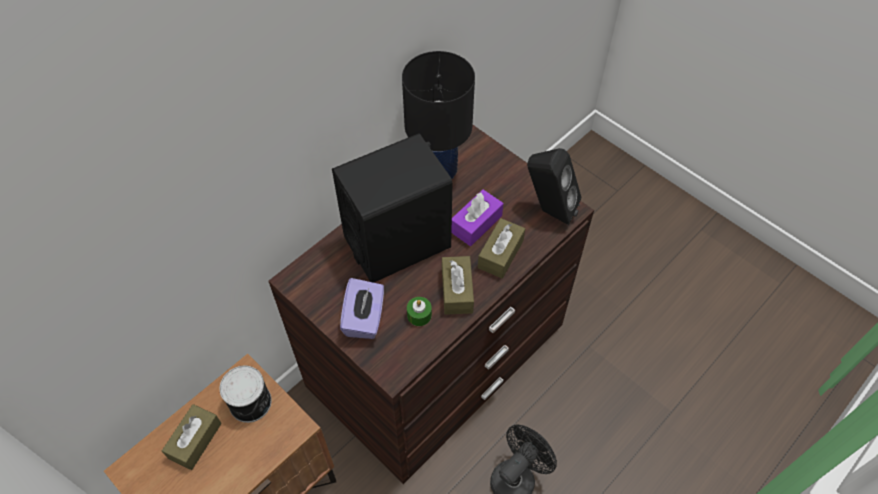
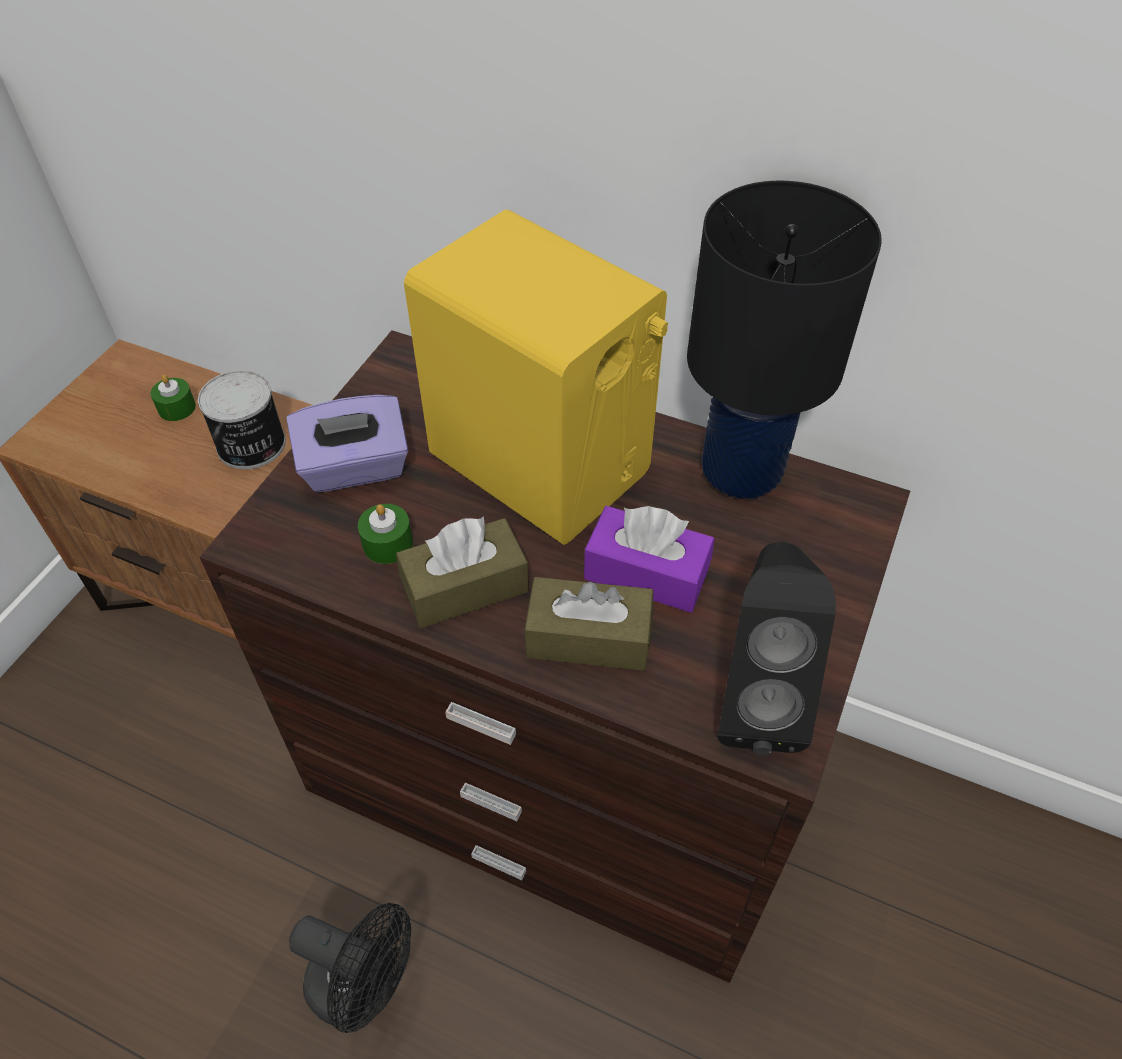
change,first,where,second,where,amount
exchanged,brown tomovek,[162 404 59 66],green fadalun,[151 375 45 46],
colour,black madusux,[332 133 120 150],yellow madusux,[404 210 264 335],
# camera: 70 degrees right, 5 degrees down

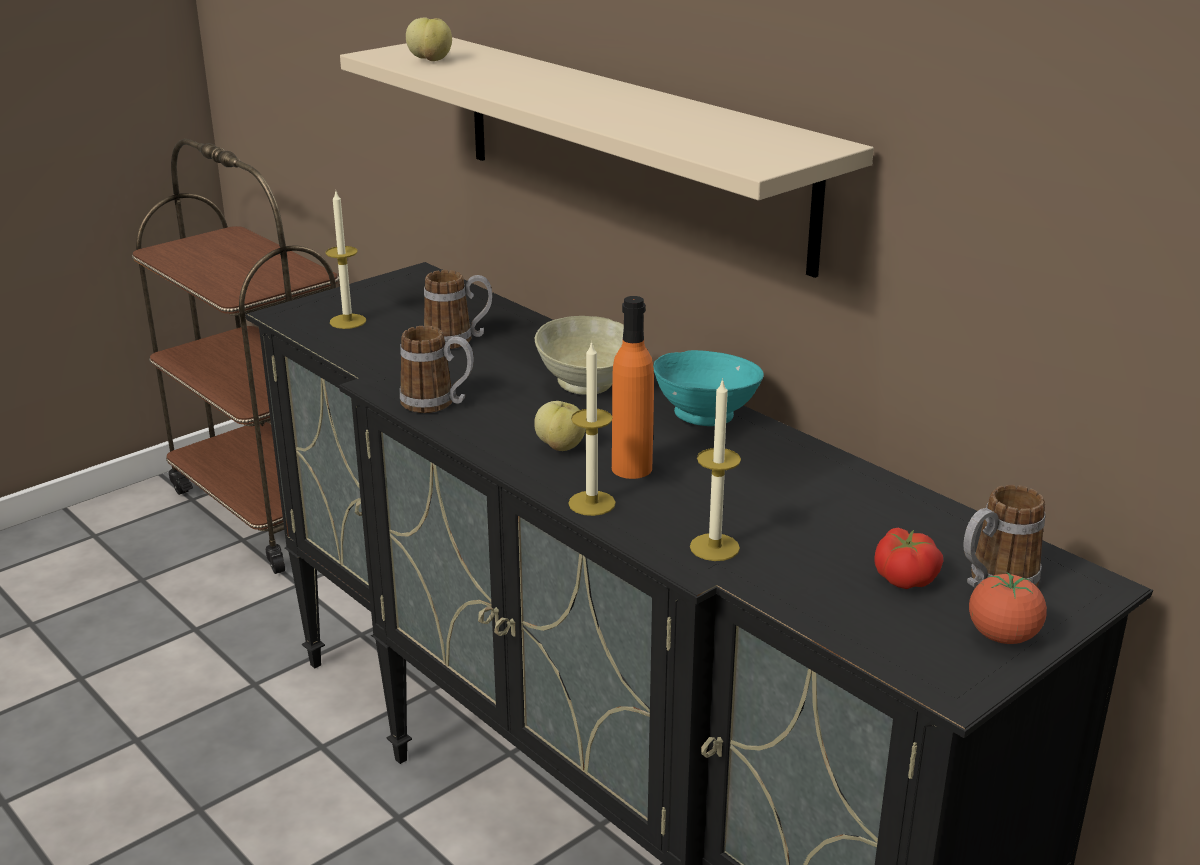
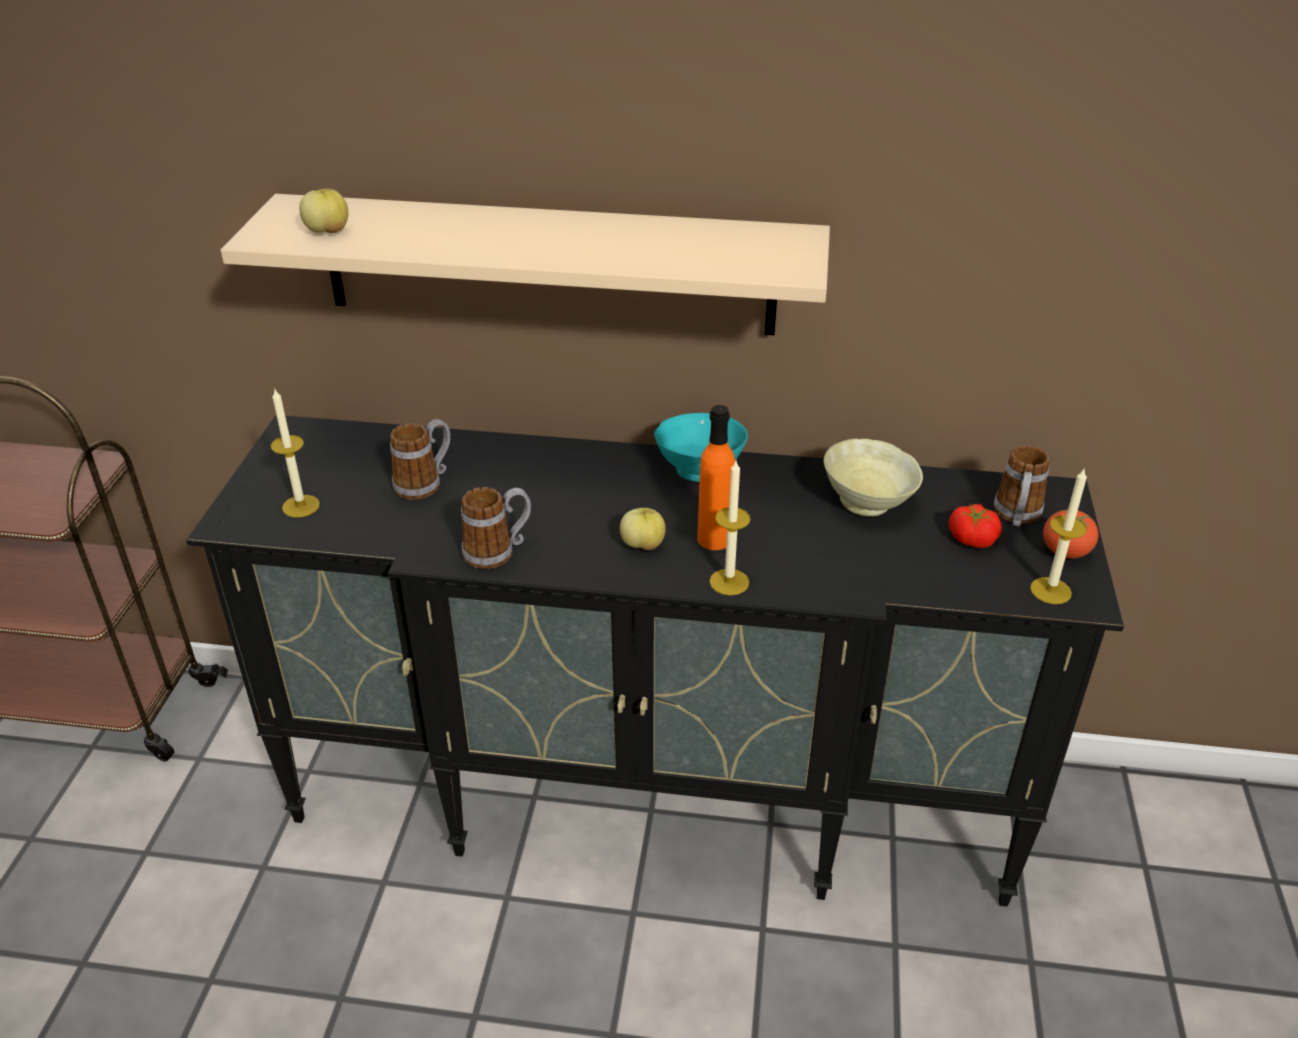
change,first,where,second,where,amount
relocated,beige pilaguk,[535 316 89 79],,[823 439 100 78],
relocated,fadalun,[690 378 51 183],,[1030 467 57 137],
# camera: 40 degrees left, 10 degrees up

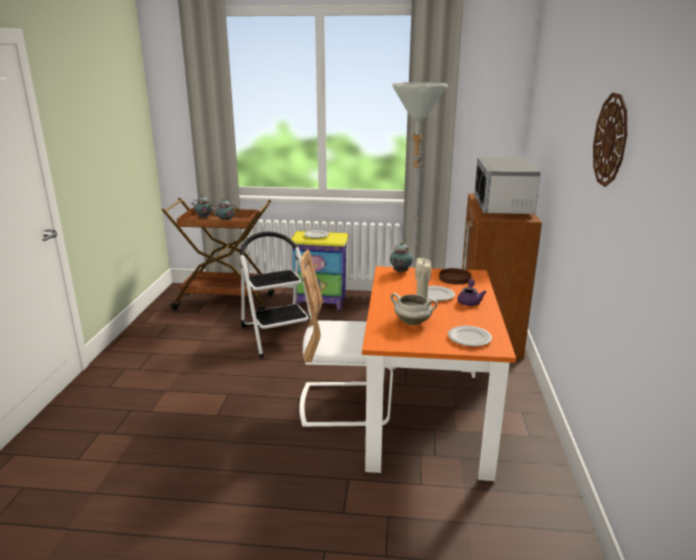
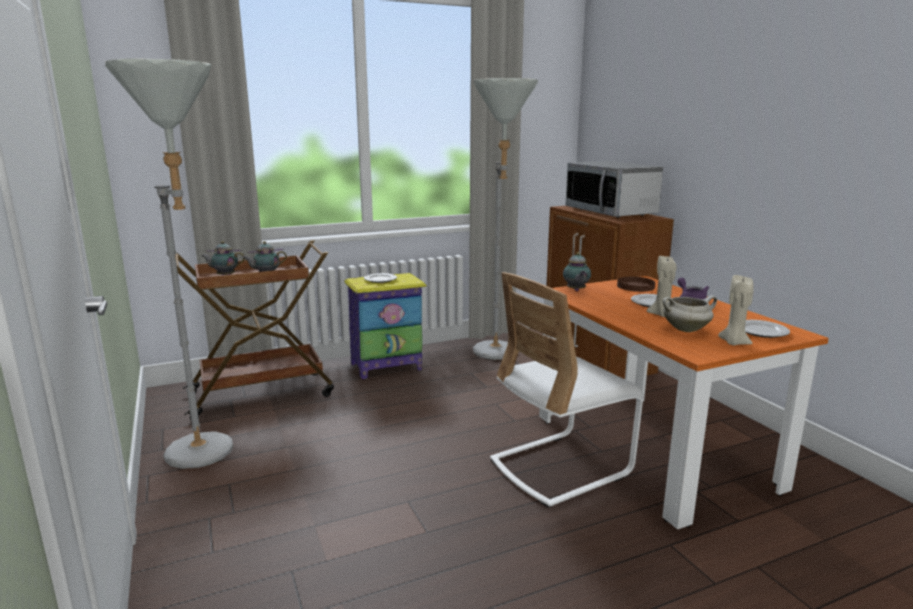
change,first,where,second,where,amount
appeared,,,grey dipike,[105 58 128 411],
appeared,,,beige fadalun,[718 275 35 70],
missing,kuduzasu,[240 232 71 126],,,
missing,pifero,[593 93 34 94],,,
# camera: 30 degrees left, 5 degrees down

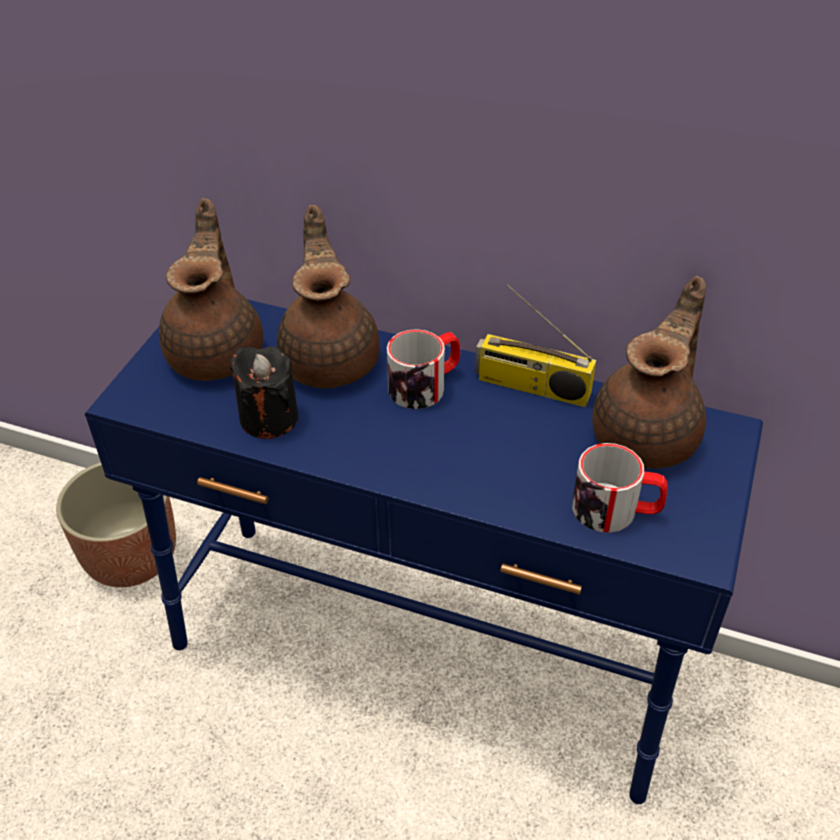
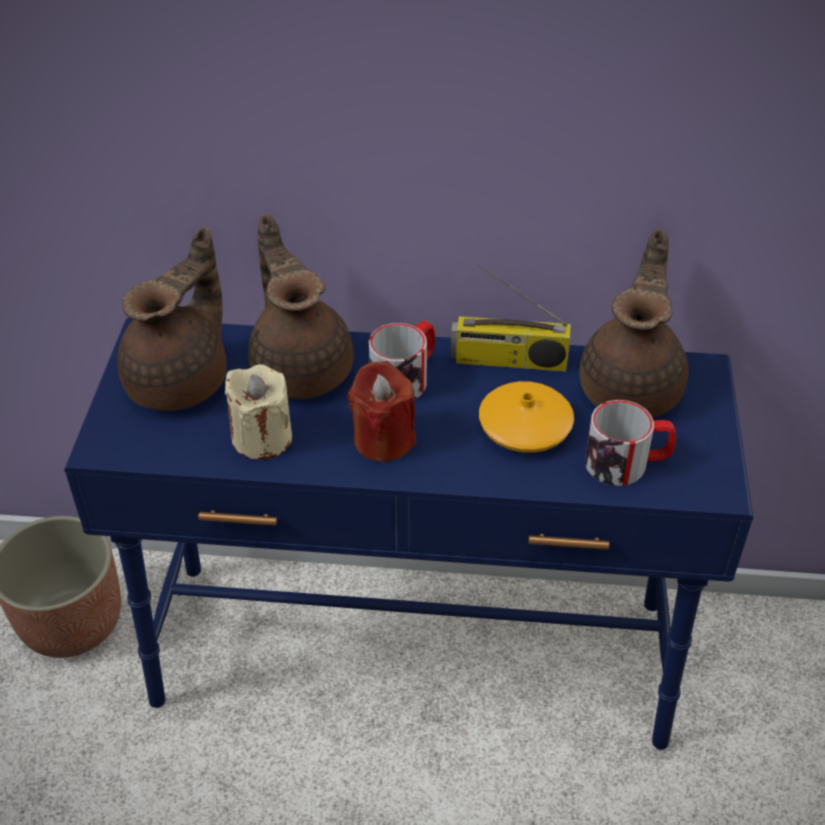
change,first,where,second,where,amount
spun,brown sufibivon,[159 198 104 183],,[117 227 110 184],45 degrees clockwise
colour,black fadalun,[230 346 68 93],beige fadalun,[225 364 67 96],
appeared,,,red fadalun,[348 361 68 101],
appeared,,,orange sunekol,[479 381 95 72],
# camera: 15 degrees left, 0 degrees up

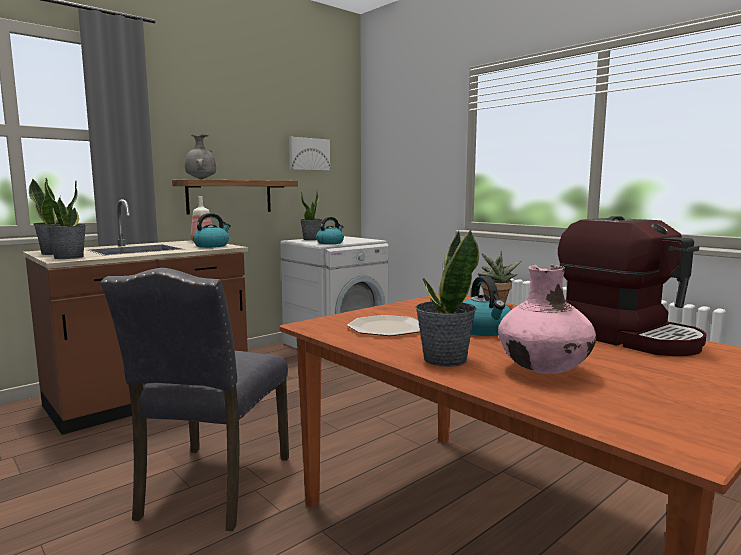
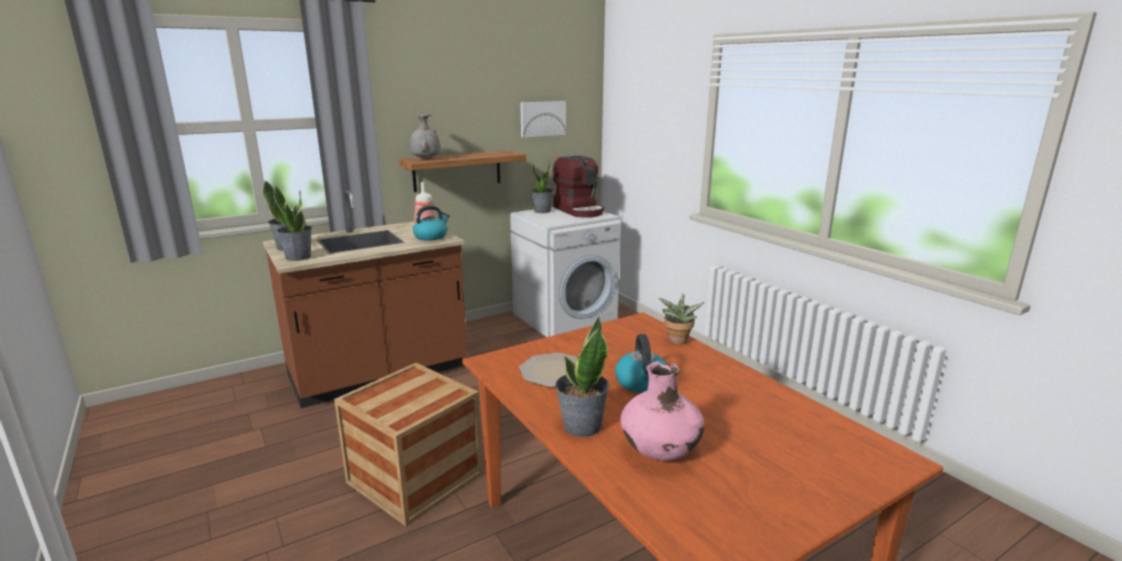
change,first,where,second,where,amount
exchanged,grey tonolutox,[100 268 189 263],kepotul,[334 363 149 163],
relocated,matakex,[558 216 148 140],,[553 156 51 61],
missing,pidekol,[316 217 28 27],,,
# camera: 10 degrees right, 10 degrees up

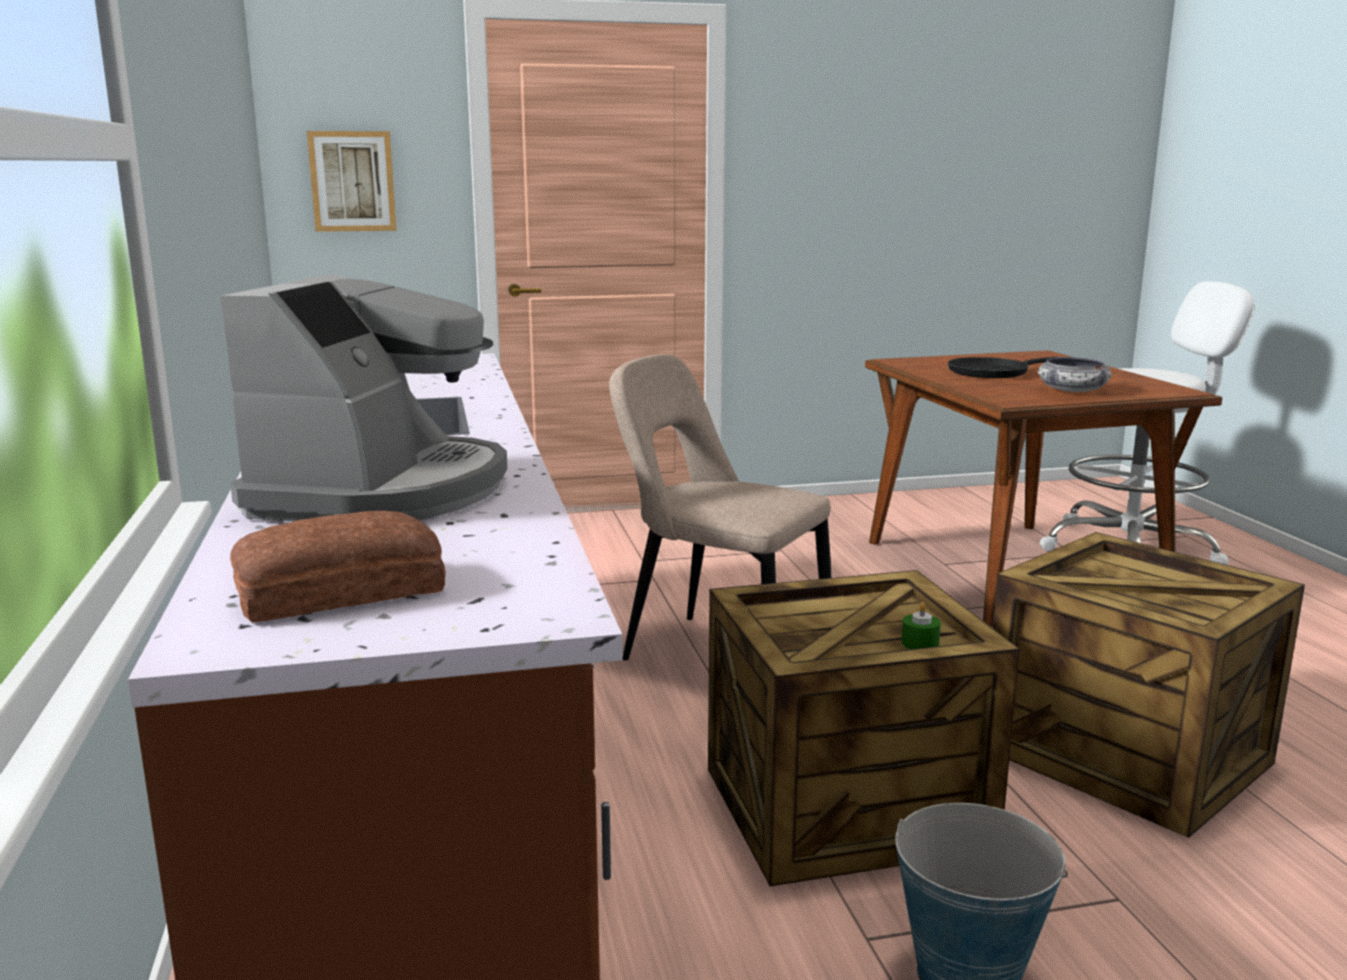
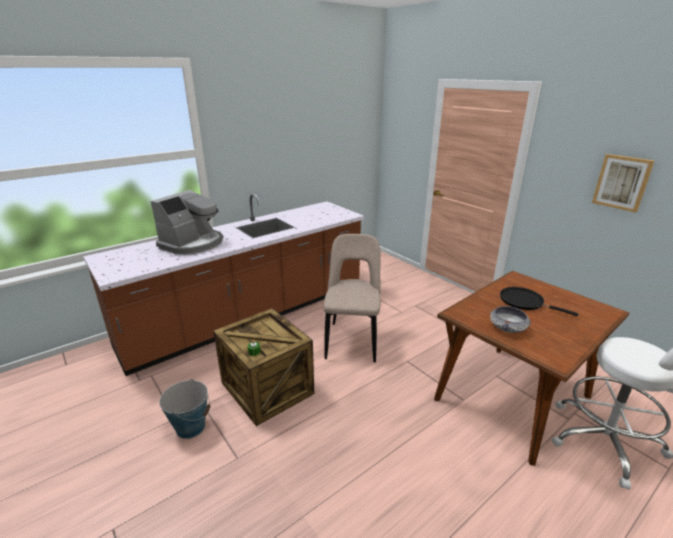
change,first,where,second,where,amount
spun,matakex,[220 274 287 248],,[151 190 72 65],45 degrees counterclockwise
relocated,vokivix,[307 131 90 101],,[592 154 62 59],
missing,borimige,[230 511 216 112],,,
missing,kepotul,[993 532 312 306],,,
# camera: 65 degrees right, 10 degrees up

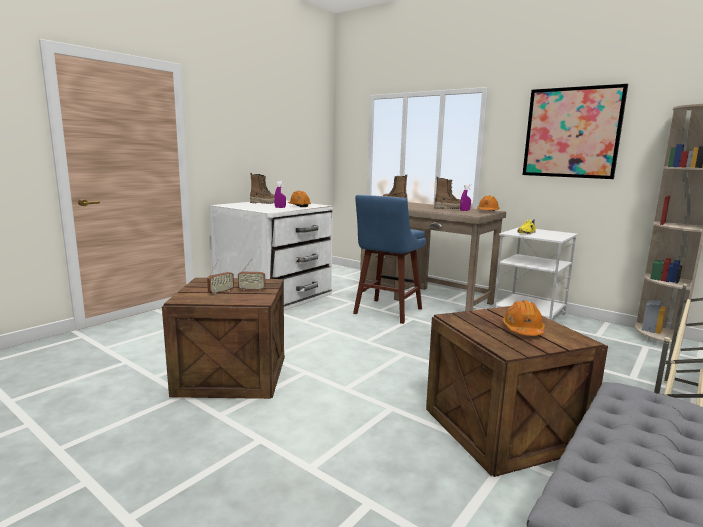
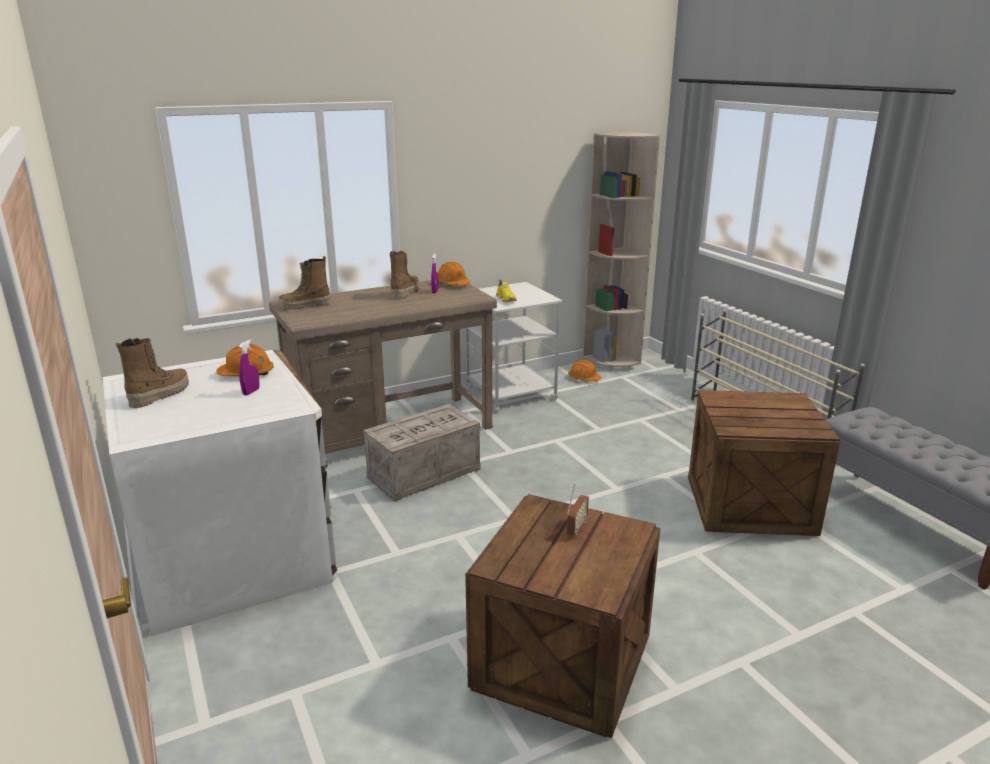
change,first,where,second,where,amount
exchanged,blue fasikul,[353 195 73 129],kepotul,[363 404 118 98],
relocated,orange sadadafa,[503 300 42 36],,[568 360 34 21],
missing,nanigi,[207 260 27 35],,,
missing,vokivix,[522 84 106 95],,,
# camera: 65 degrees left, 10 degrees up

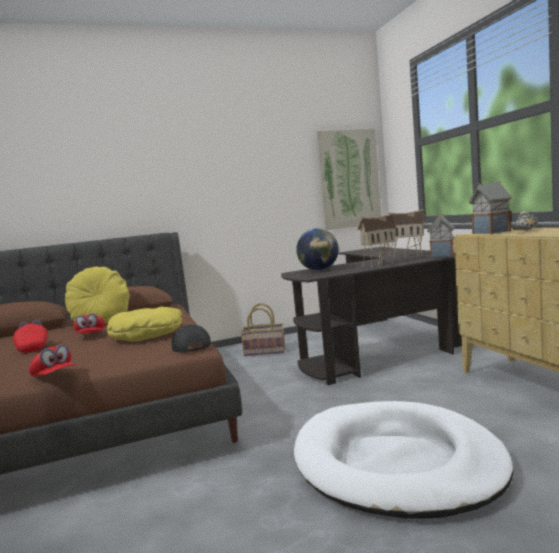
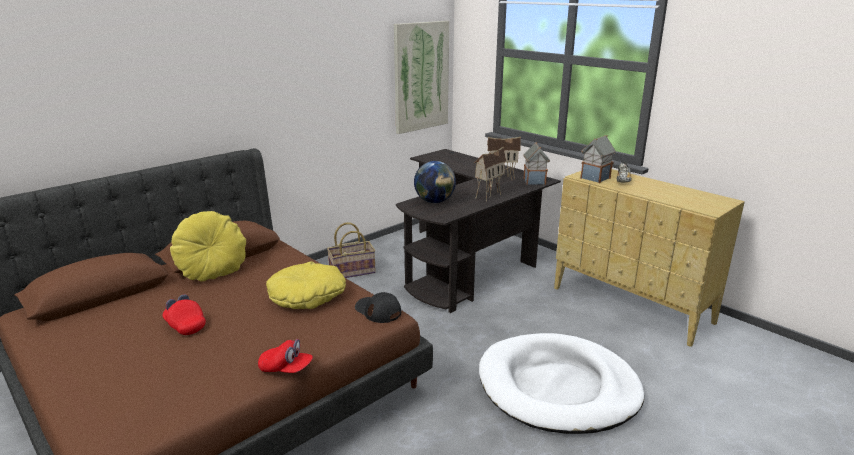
change,first,where,second,where,amount
missing,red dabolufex,[74 313 31 21],,,
# camera: 25 degrees left, 15 degrees up

